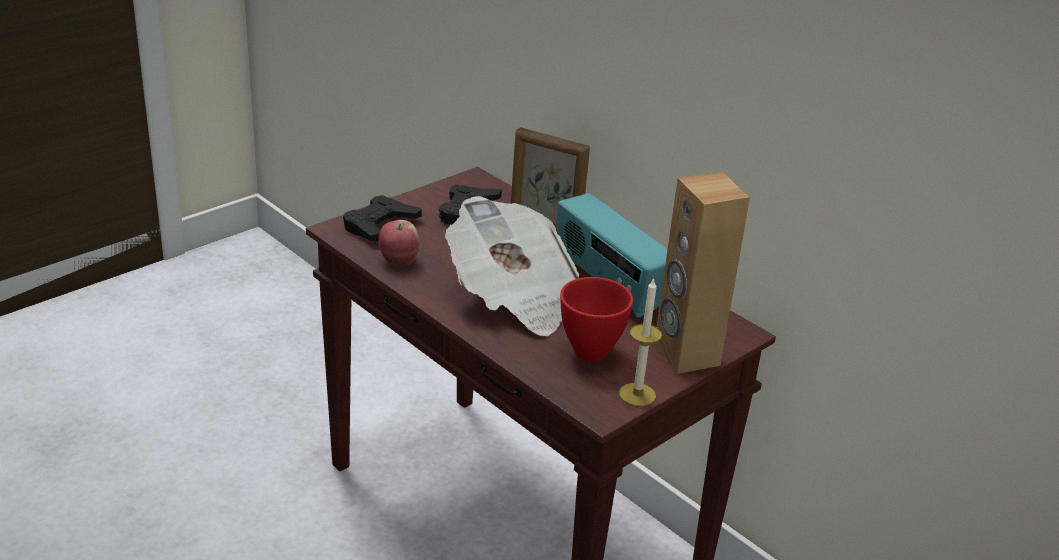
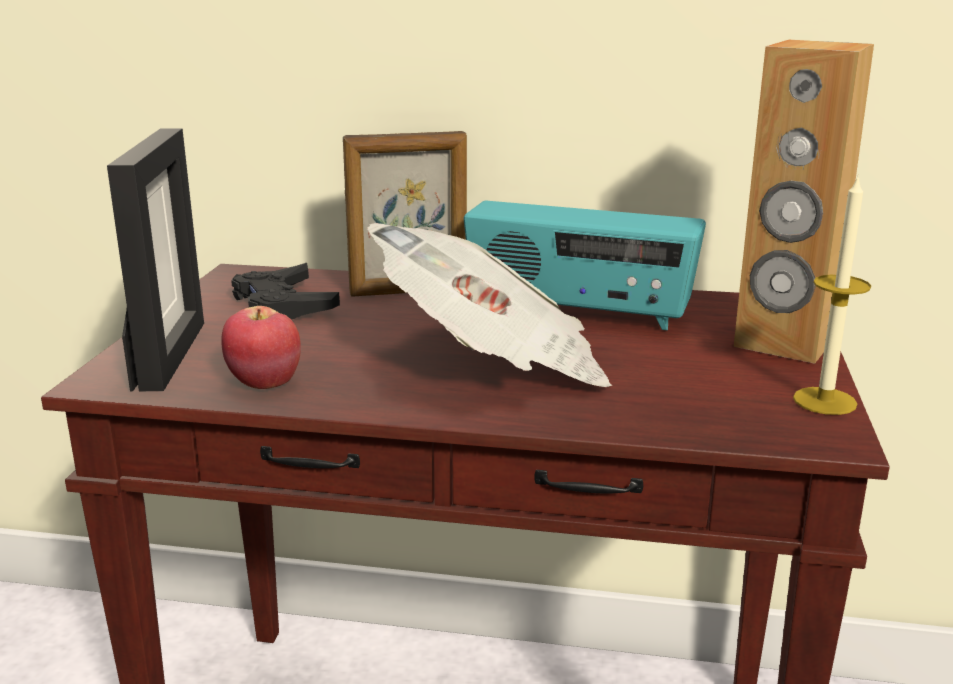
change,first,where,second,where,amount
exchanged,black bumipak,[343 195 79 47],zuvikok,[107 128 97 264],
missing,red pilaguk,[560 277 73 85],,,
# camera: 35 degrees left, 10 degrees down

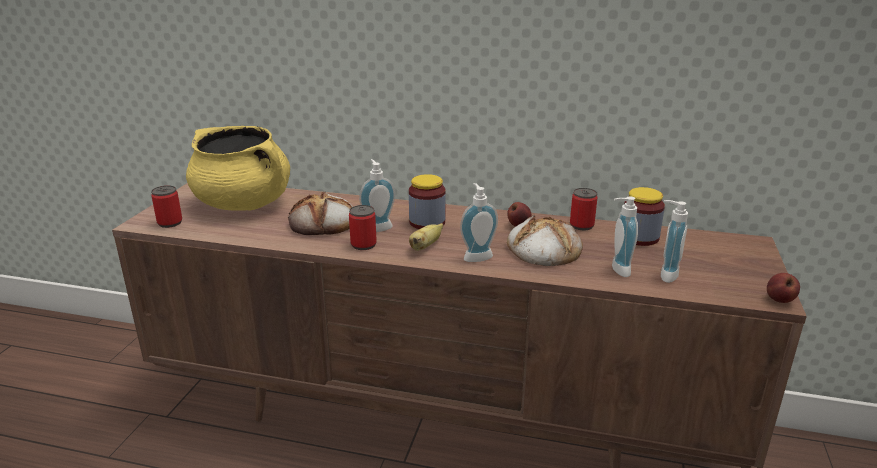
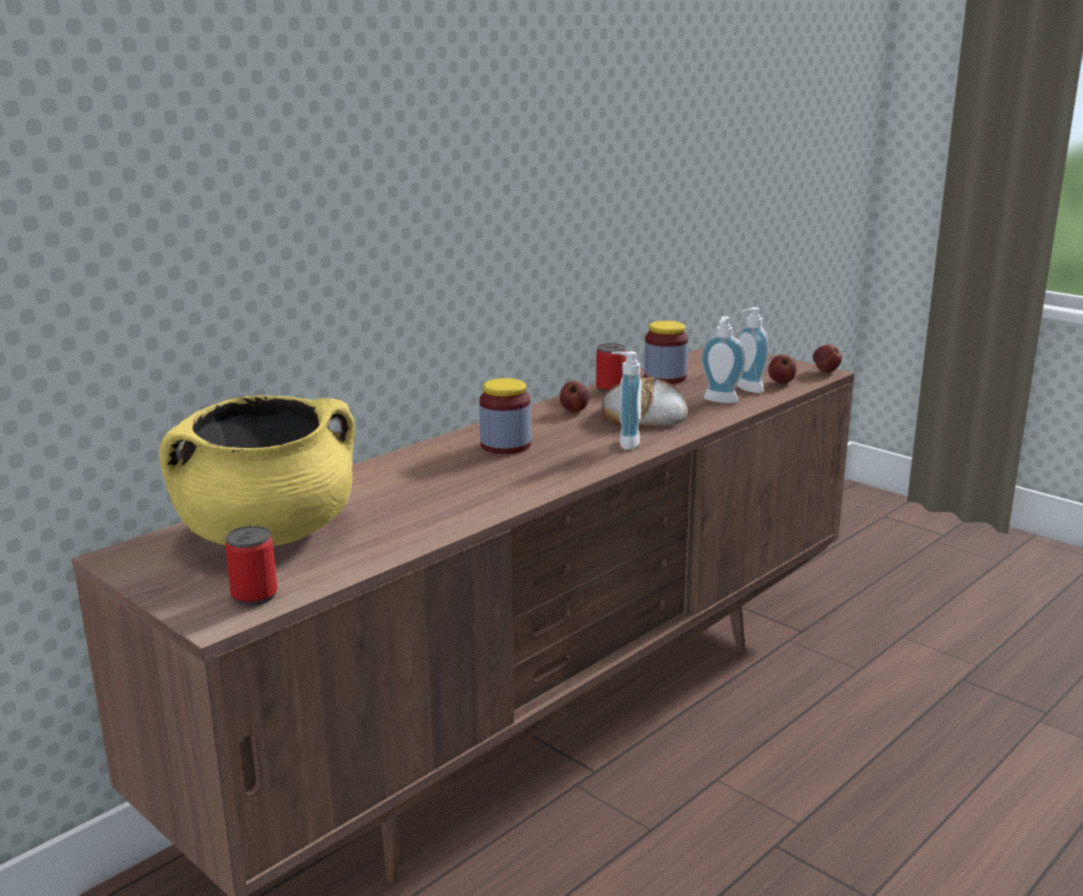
change,first,where,second,where,amount
appeared,,,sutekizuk,[768 354 29 30],
missing,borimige,[288 192 65 43],,,
missing,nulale,[349 205 28 45],,,
missing,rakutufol,[359 159 36 73],,,
missing,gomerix,[409 223 34 28],,,
# camera: 60 degrees left, 5 degrees down

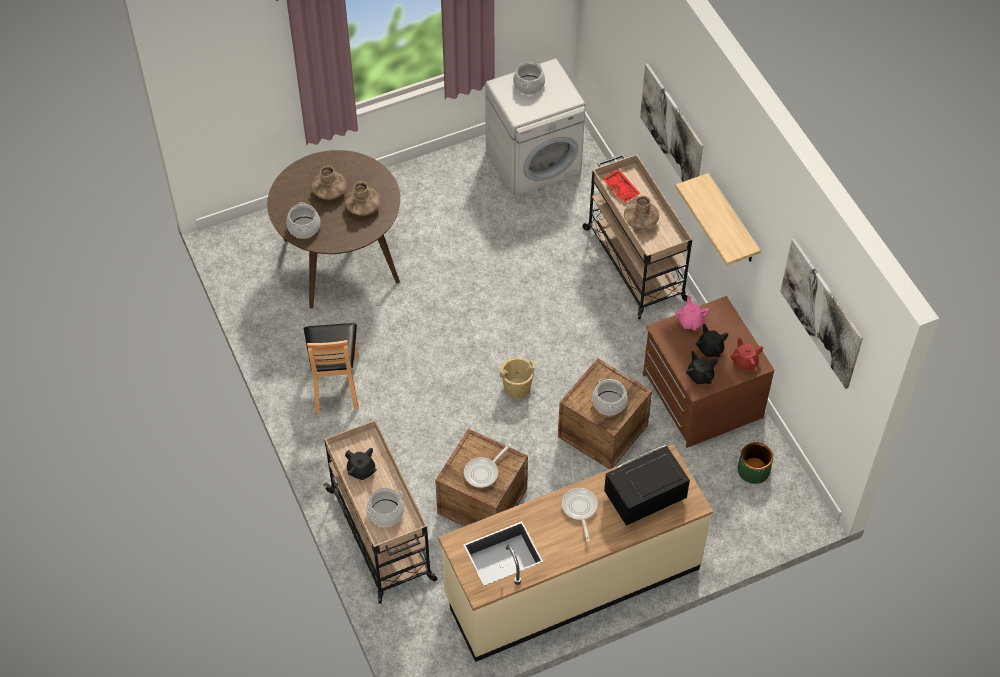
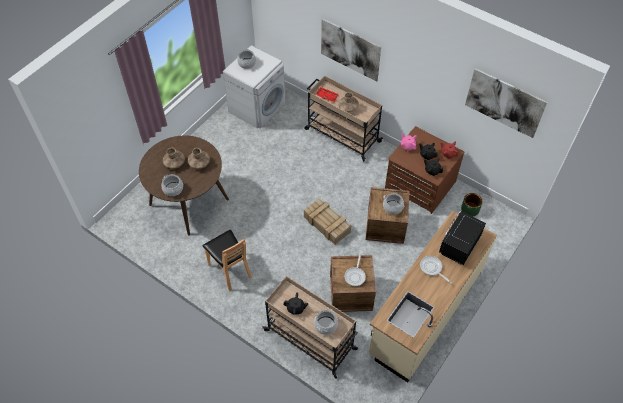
change,first,where,second,where,amount
exchanged,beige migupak,[499 358 36 41],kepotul,[304 198 47 47],
missing,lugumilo,[675 173 86 92],,,
# camera: 30 degrees left, 0 degrees up

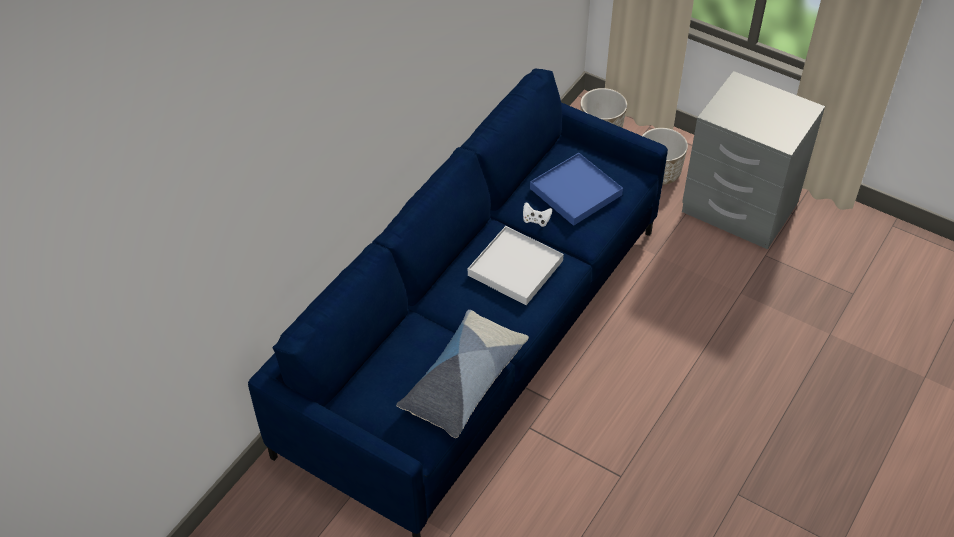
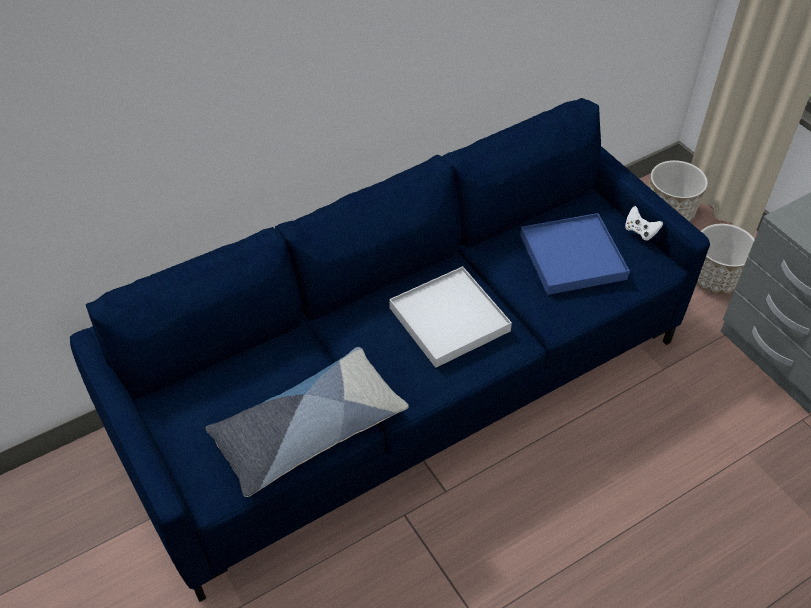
change,first,where,second,where,amount
relocated,white bumipak,[523 202 29 25],,[625 206 38 35],
# camera: 25 degrees right, 0 degrees up

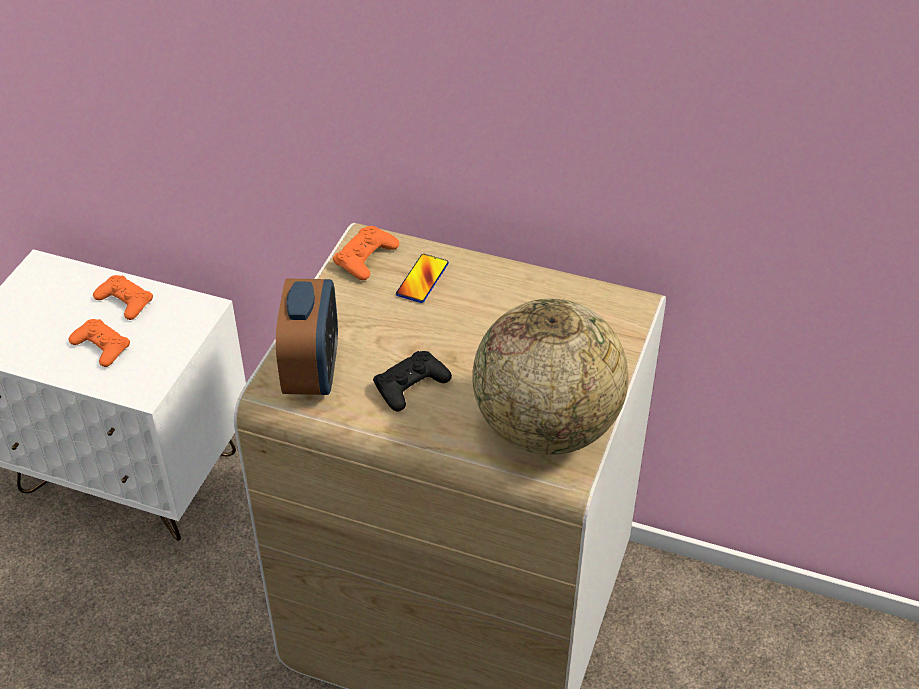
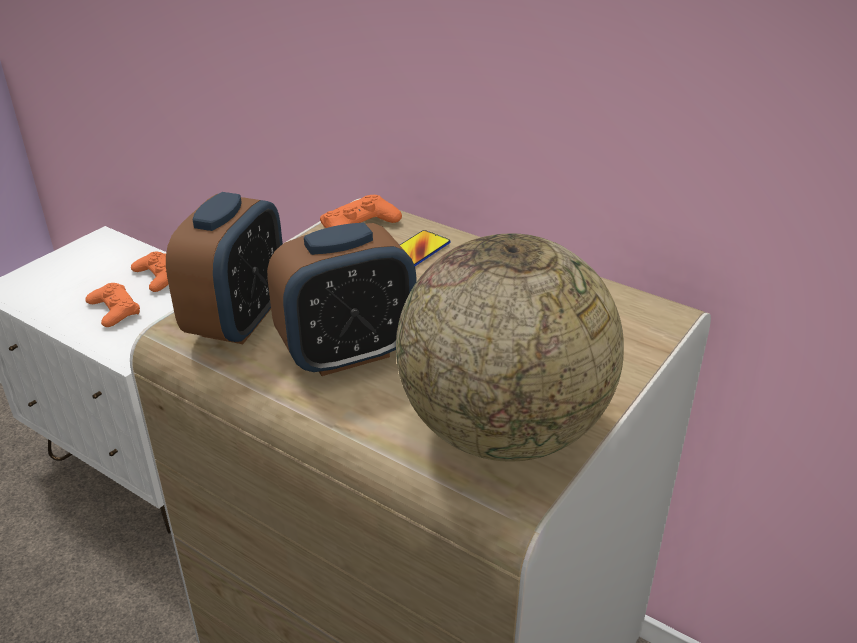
change,first,where,second,where,amount
exchanged,black bumipak,[373 351 79 61],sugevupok,[267 223 150 153],
# camera: 15 degrees right, 10 degrees down

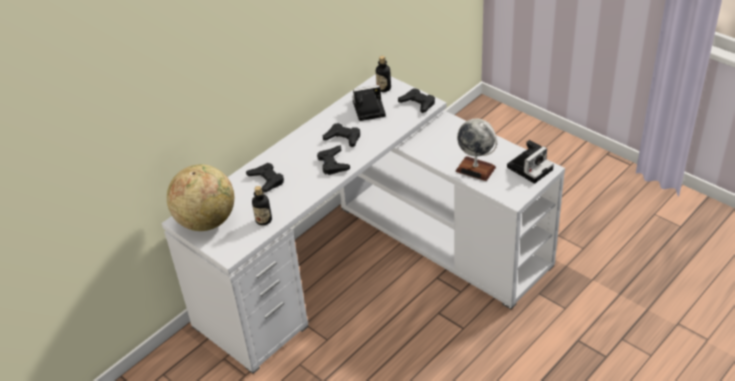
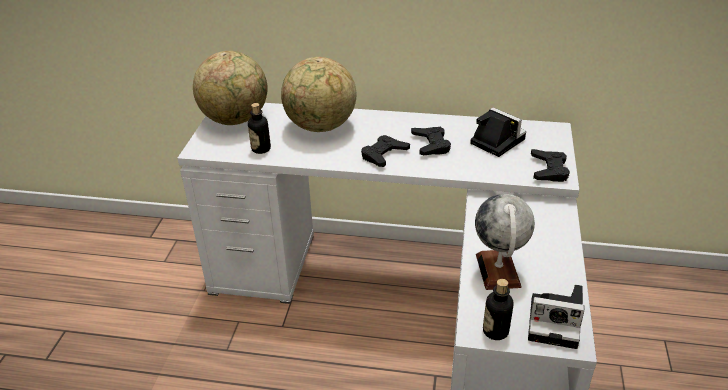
change,first,where,second,where,amount
exchanged,black bumipak,[246 163 38 29],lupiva,[281 57 75 75],
relocated,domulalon,[376 56 15 36],,[483 279 31 61],
# camera: 55 degrees right, 5 degrees down

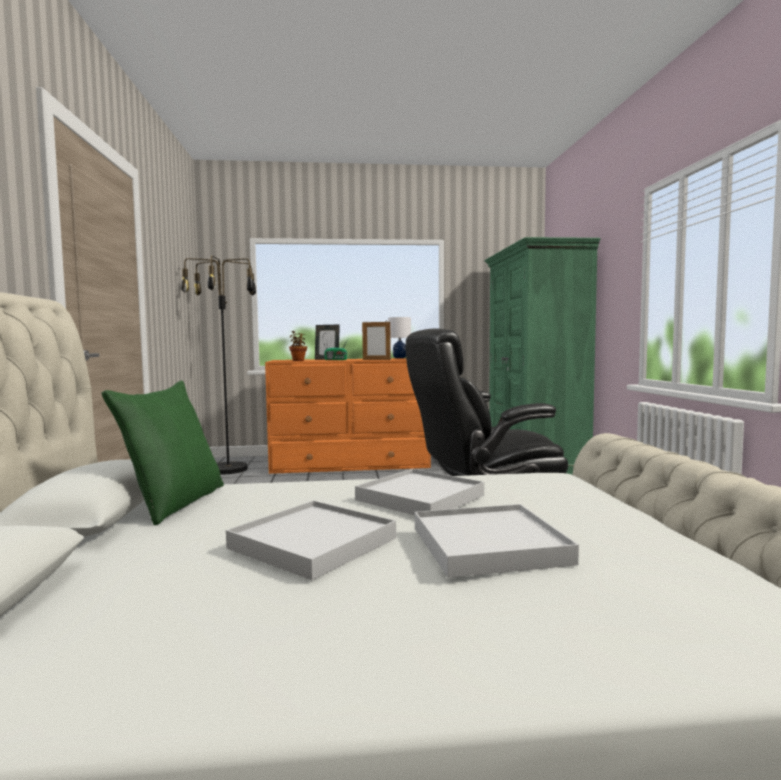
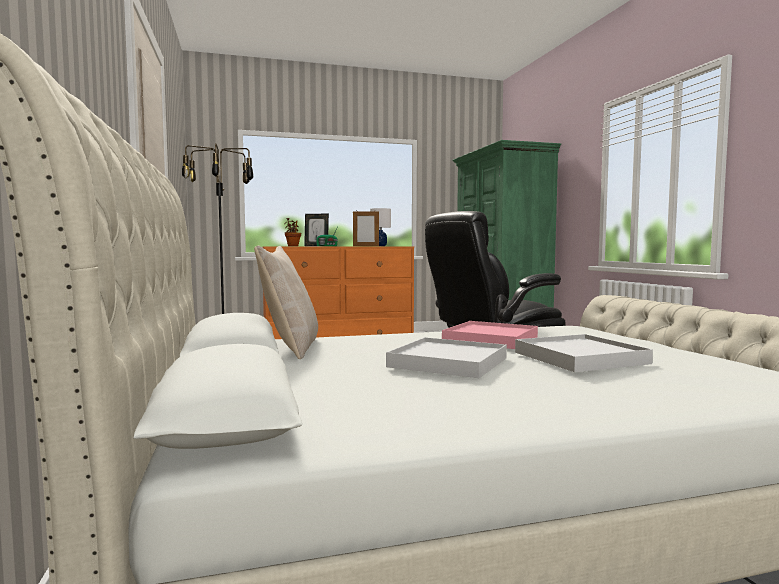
change,first,where,second,where,amount
colour,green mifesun,[102 381 122 144],beige mifesun,[254 246 64 113],
colour,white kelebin,[355 469 129 46],pink kelebin,[442 321 96 28],
# camera: 10 degrees left, 0 degrees up

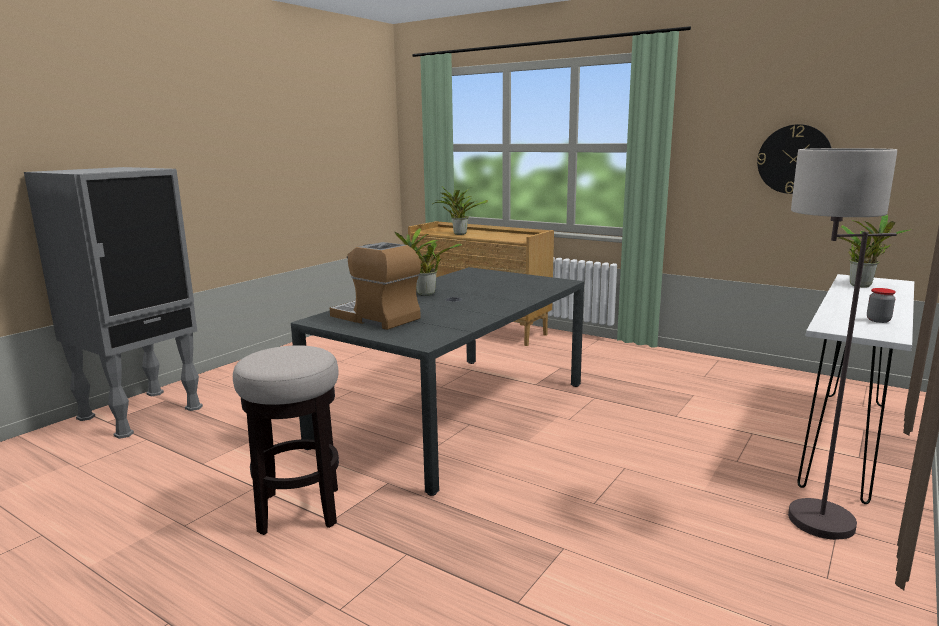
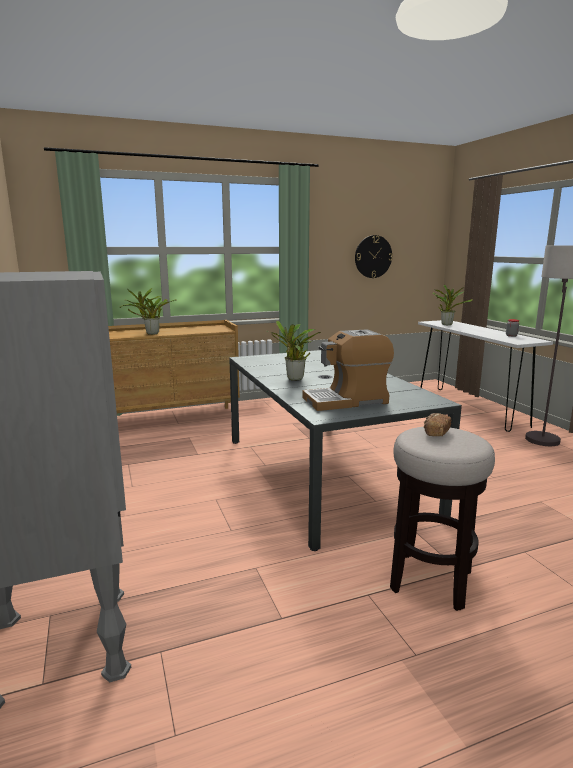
change,first,where,second,where,amount
appeared,,,borimige,[424 413 27 23],
# camera: 55 degrees left, 0 degrees up

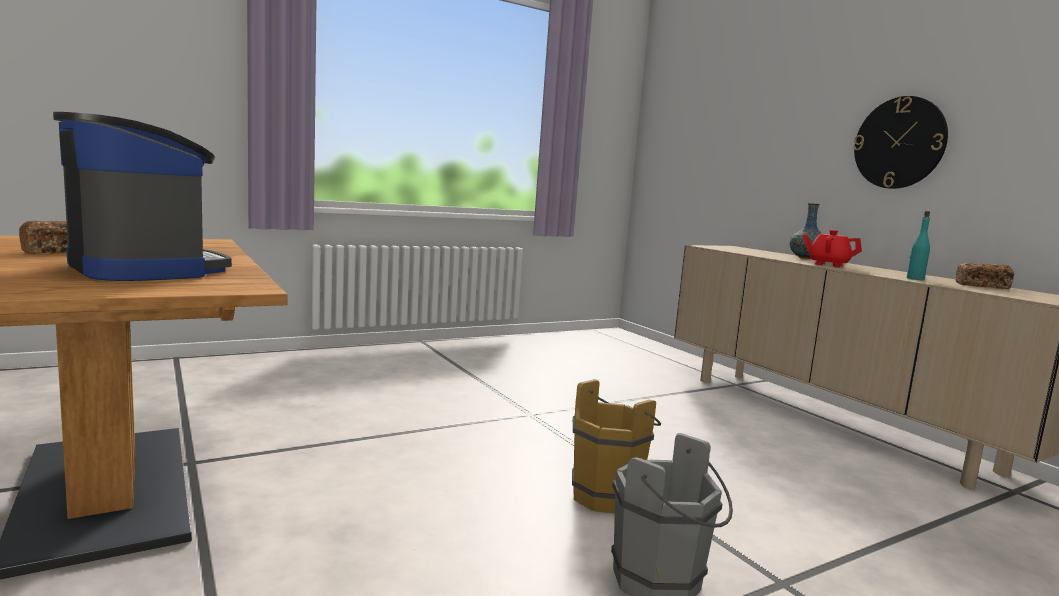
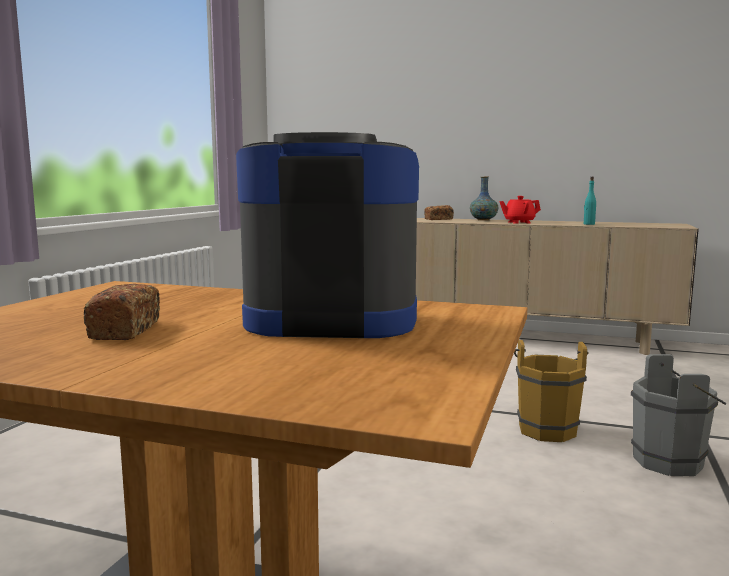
change,first,where,second,where,amount
relocated,borimige,[955 263 59 26],,[424 205 30 15],
missing,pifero,[853 96 95 93],,,
# camera: 40 degrees left, 0 degrees up

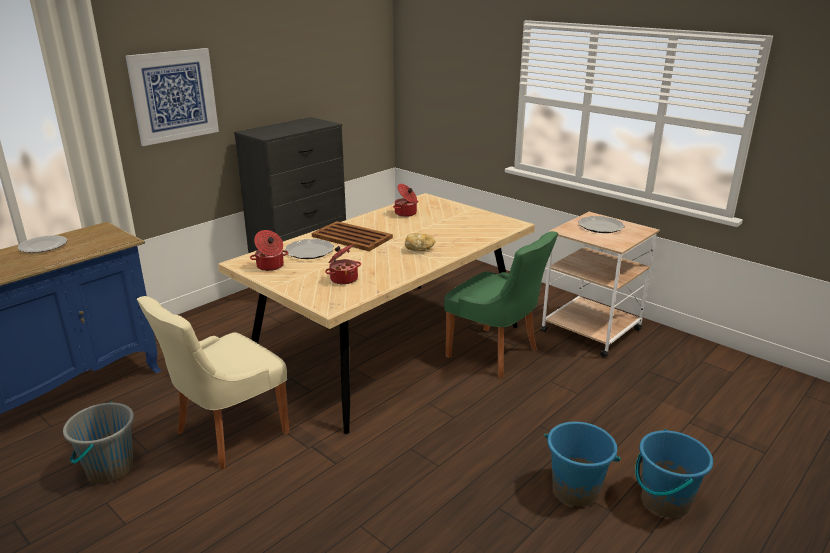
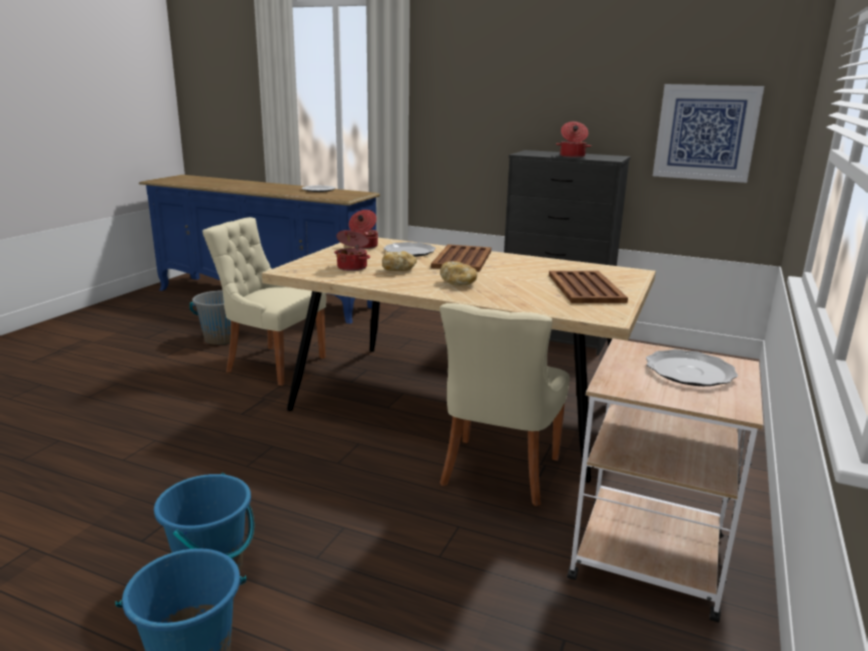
change,first,where,second,where,amount
appeared,,,borimige,[382 251 35 20],
colour,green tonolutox,[444 231 114 147],beige tonolutox,[440 303 130 203],
appeared,,,brown kelebin,[549 271 79 32],
relocated,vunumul,[393 184 26 33],,[556 122 35 36],
relocated,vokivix,[126 48 93 98],,[653 84 111 99],
# camera: 70 degrees right, 5 degrees down

